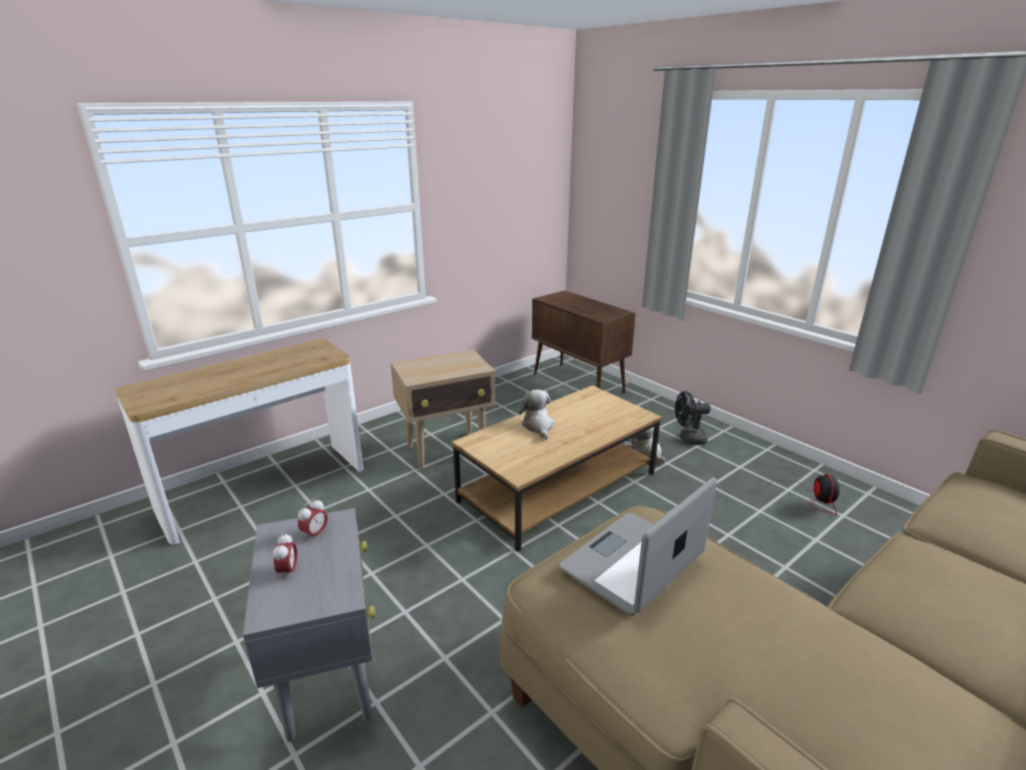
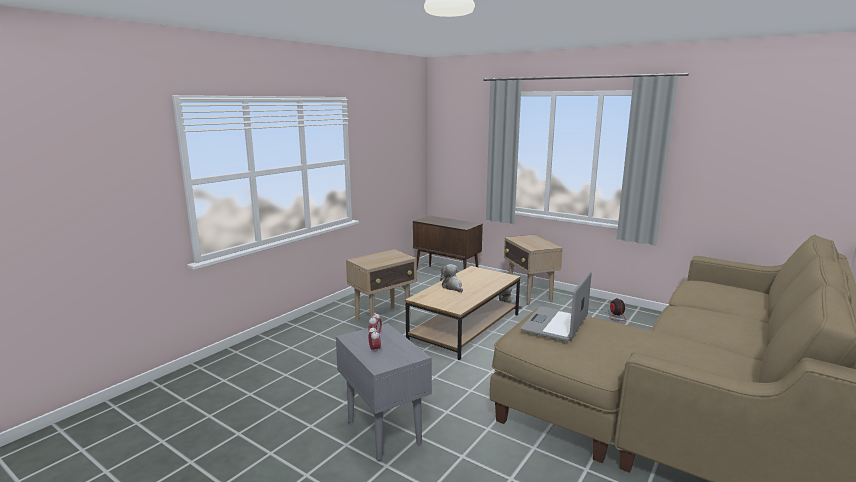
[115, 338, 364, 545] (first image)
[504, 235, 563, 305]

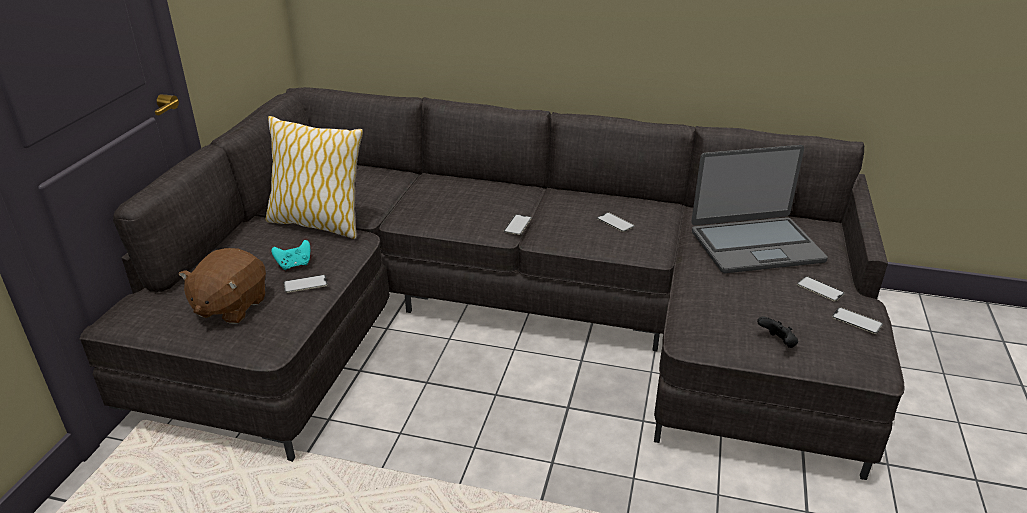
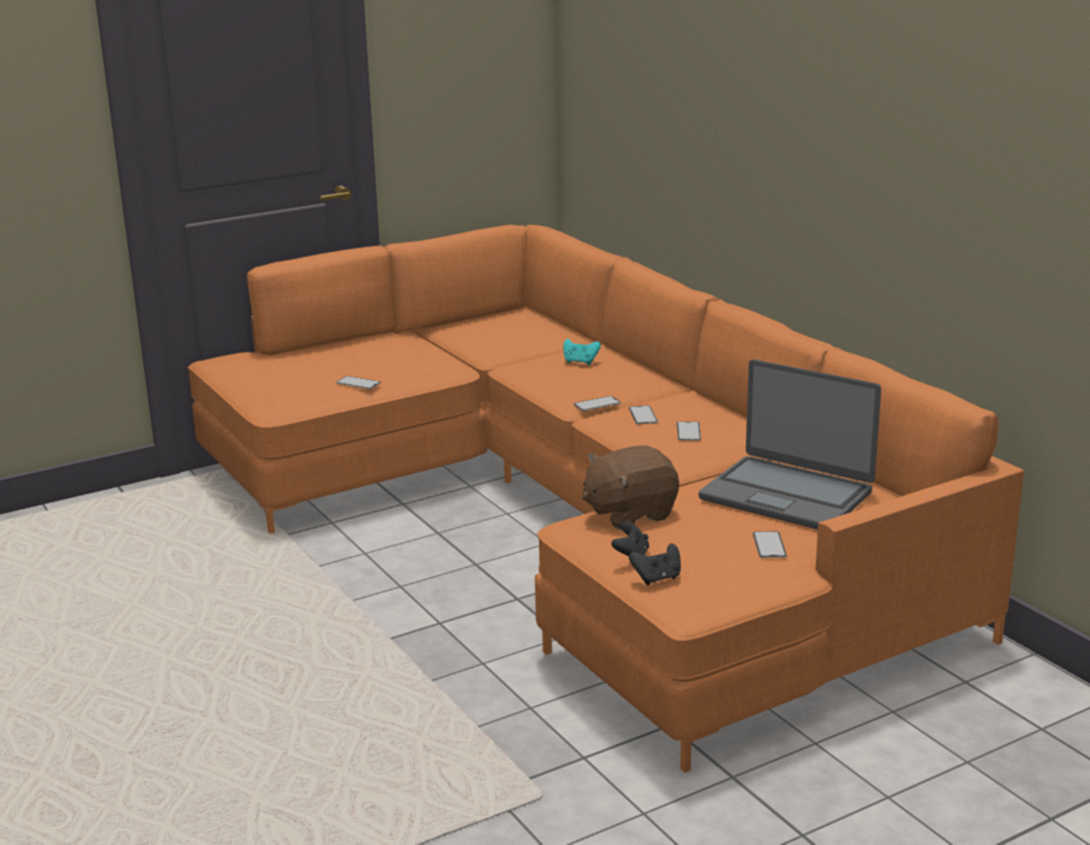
[188, 224, 1024, 772]
[582, 445, 679, 530]
[265, 116, 363, 239] (first image)
[563, 339, 601, 365]
[629, 405, 658, 424]
[629, 543, 681, 585]

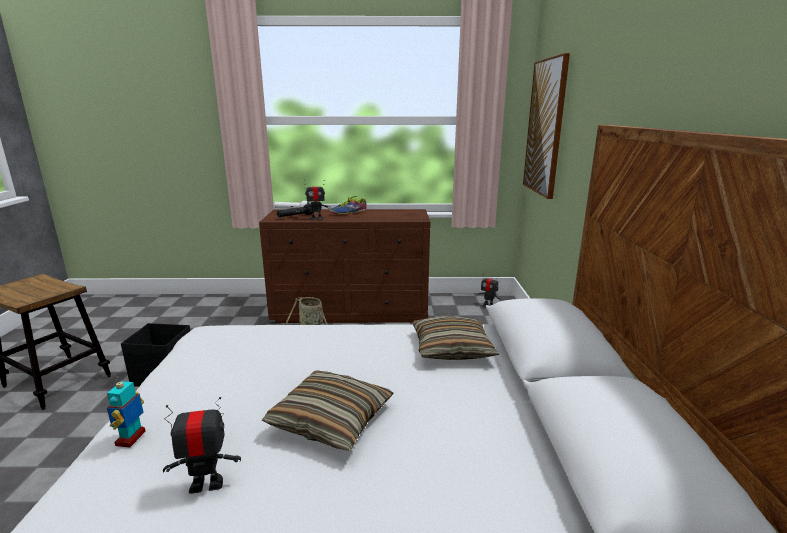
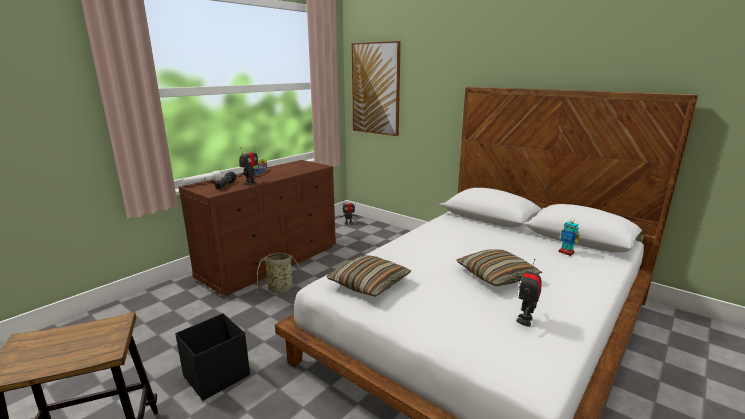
[559, 219, 580, 256]
[326, 255, 411, 297]

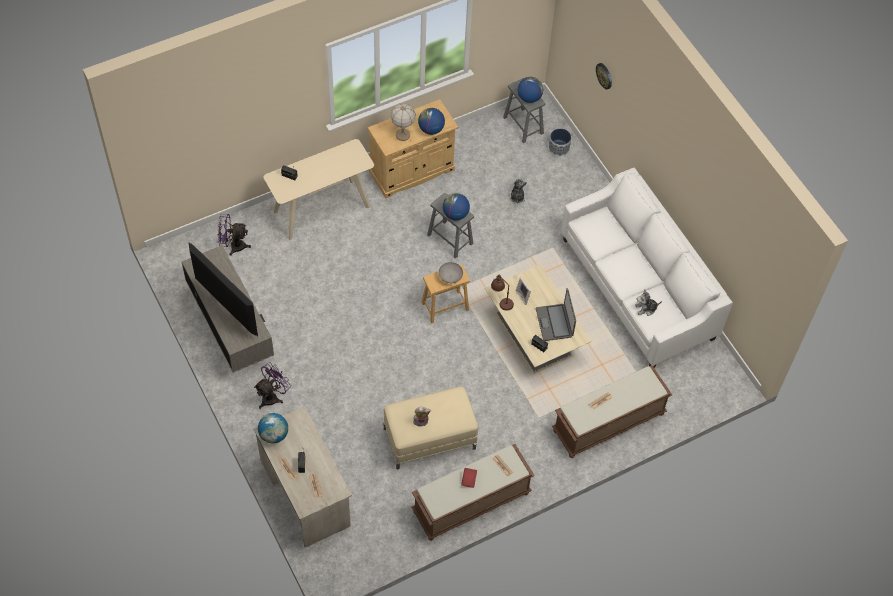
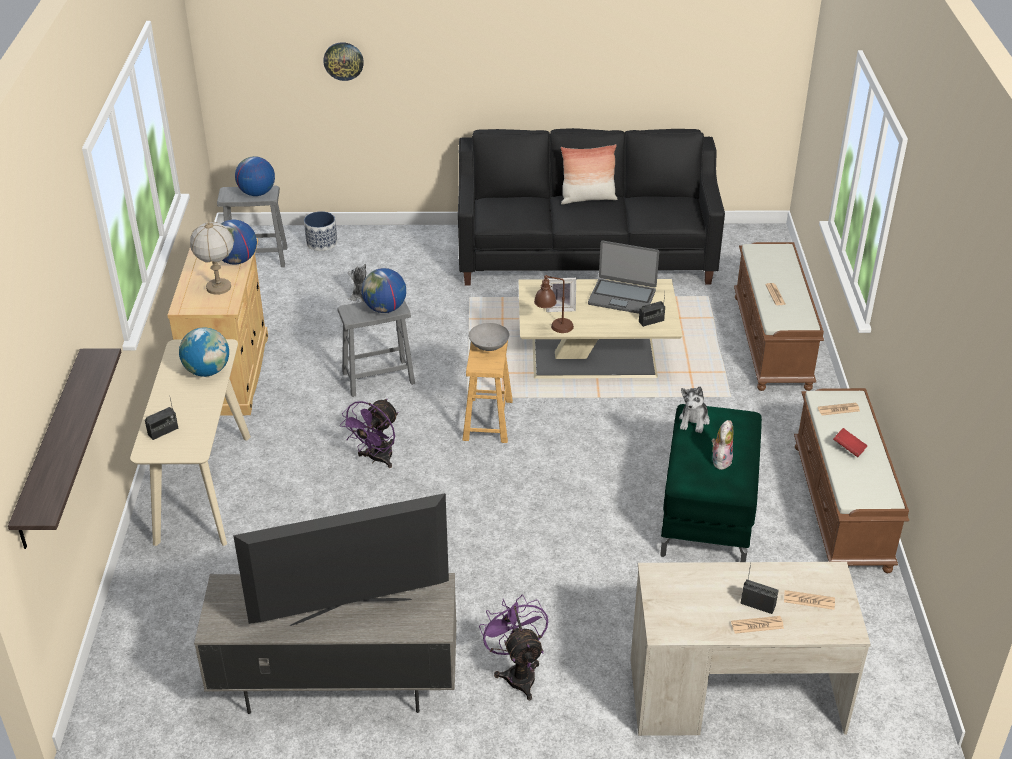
[340, 399, 399, 468]
[179, 327, 229, 377]
[660, 404, 762, 562]
[458, 128, 725, 286]
[679, 386, 710, 433]
[8, 348, 121, 549]
[561, 144, 618, 205]

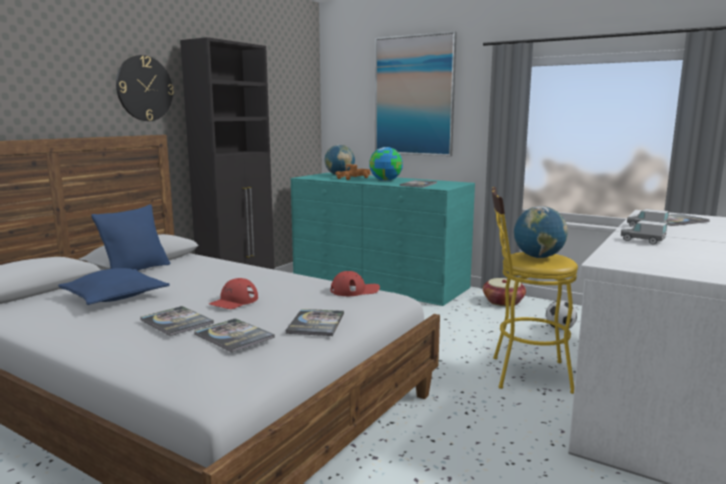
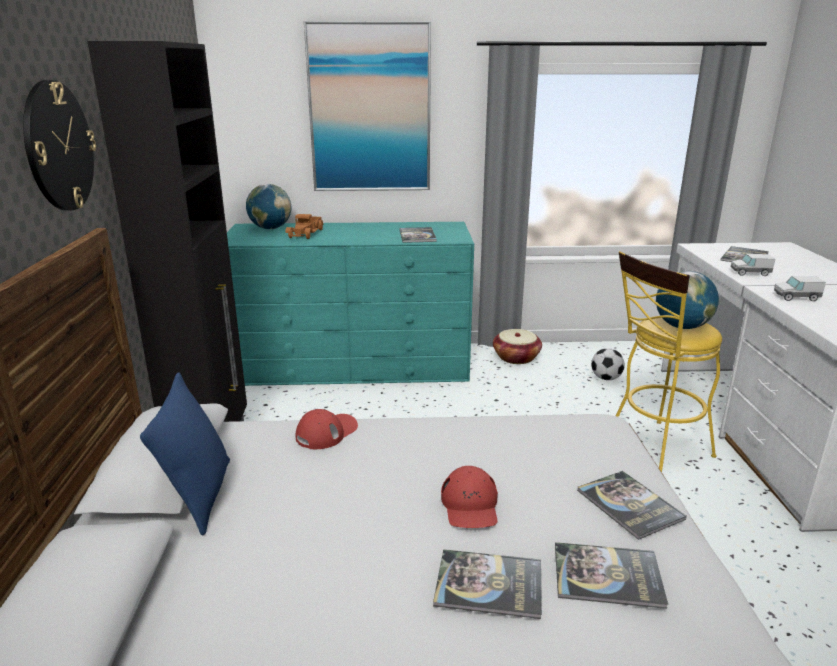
[58, 268, 170, 305] (first image)
[296, 409, 358, 449]
[370, 147, 403, 181] (first image)

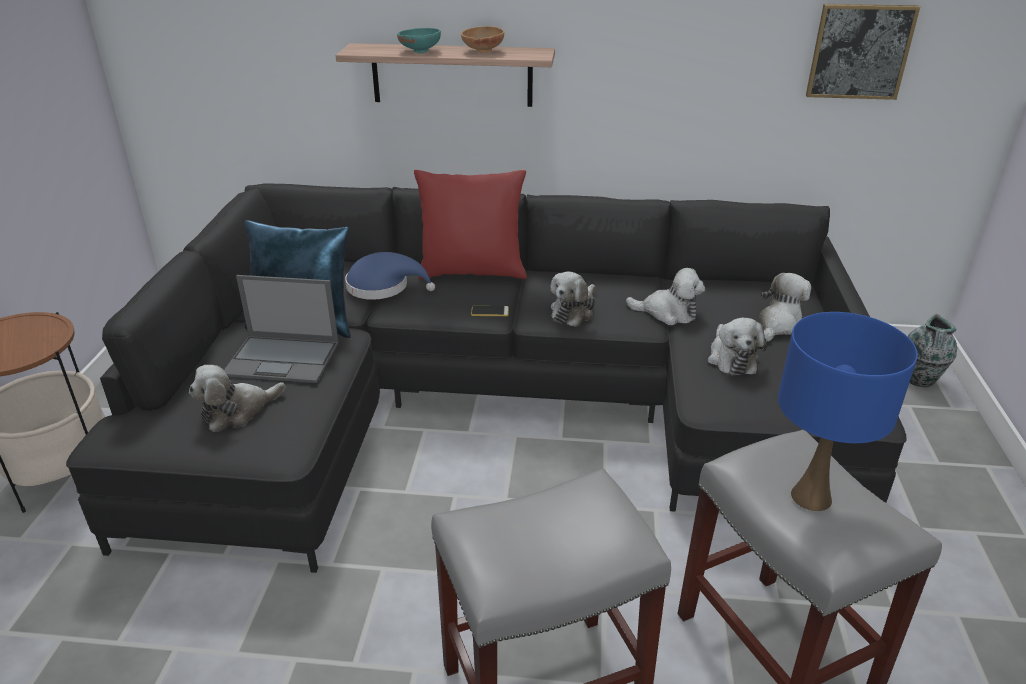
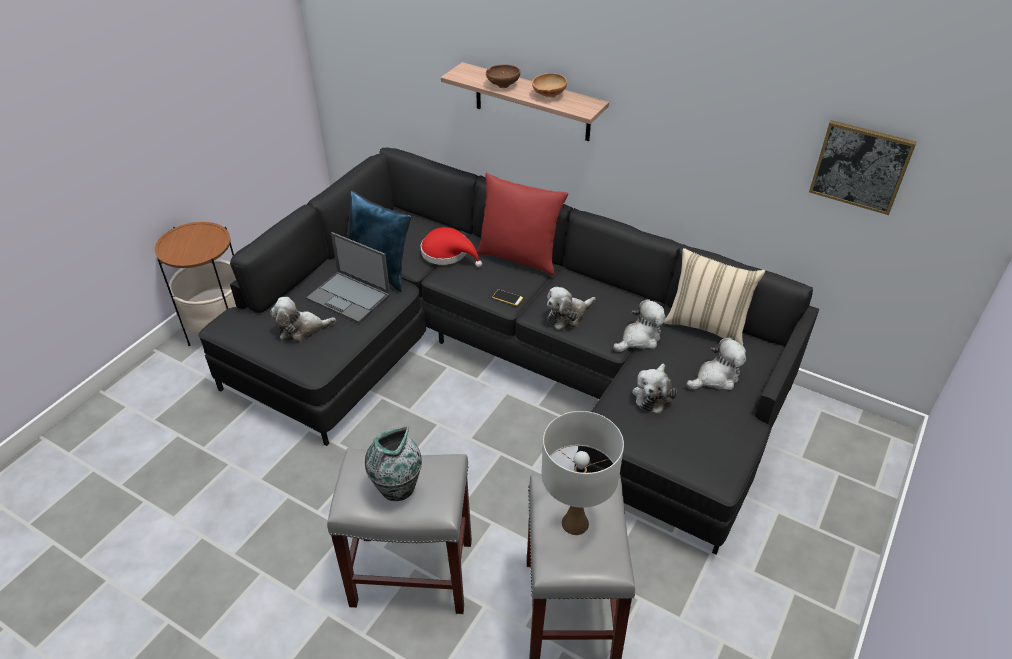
[421, 227, 482, 267]
[486, 64, 520, 88]
[613, 299, 666, 352]
[542, 411, 624, 535]
[365, 426, 422, 501]
[664, 248, 765, 346]

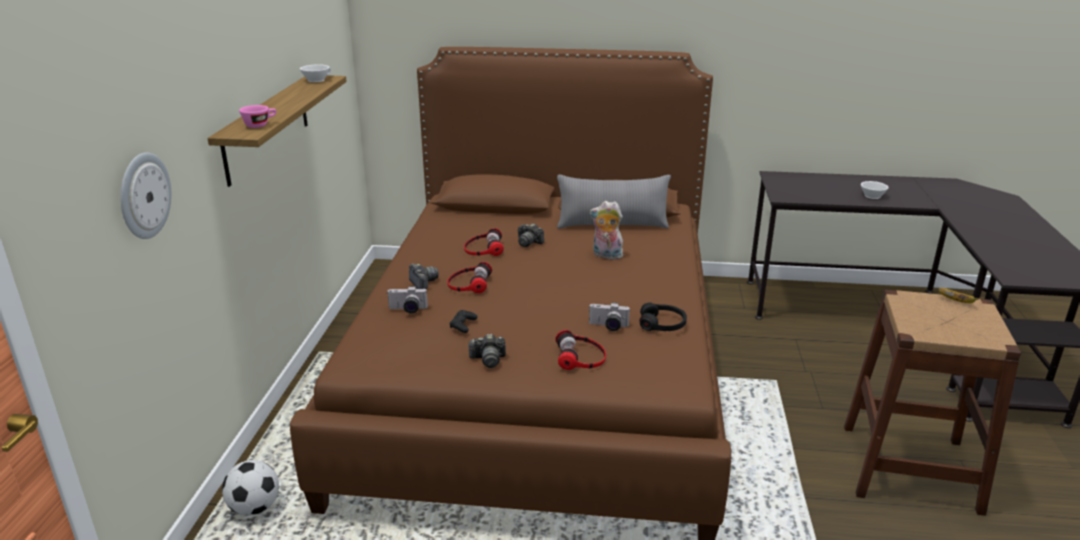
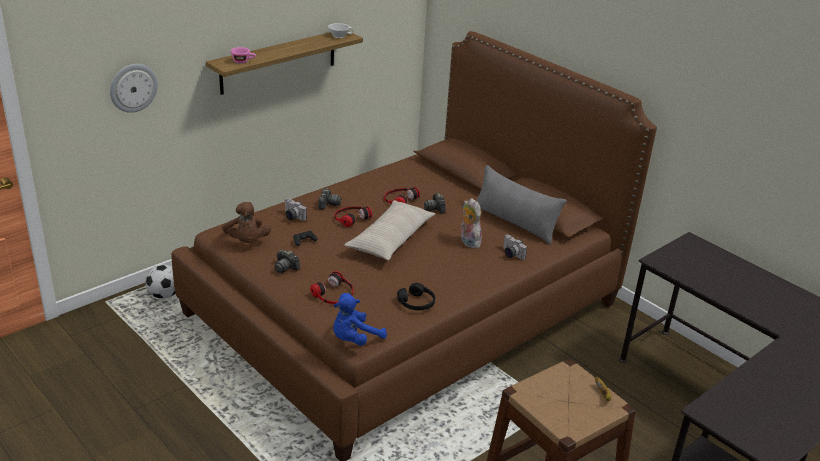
[503, 234, 527, 260]
[861, 181, 888, 199] (first image)
[222, 202, 271, 243]
[333, 293, 387, 346]
[344, 200, 435, 260]

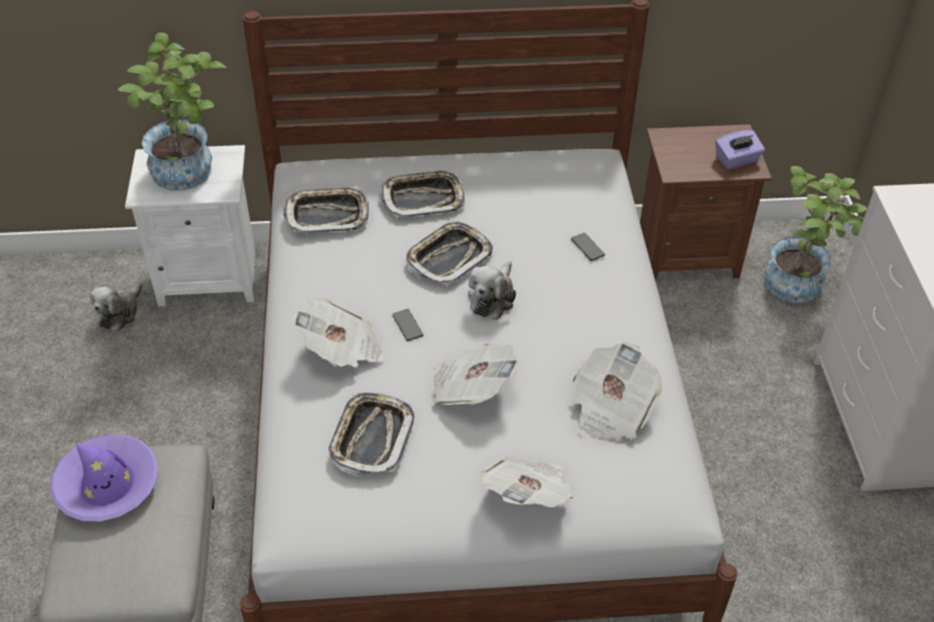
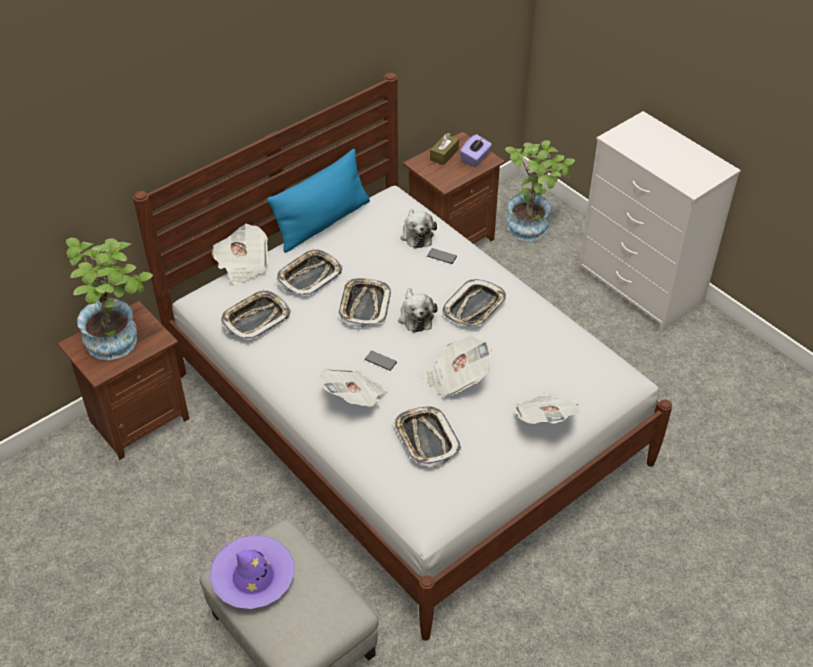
[401, 209, 437, 248]
[58, 301, 189, 460]
[212, 223, 268, 285]
[267, 149, 370, 253]
[430, 133, 459, 165]
[443, 279, 506, 326]

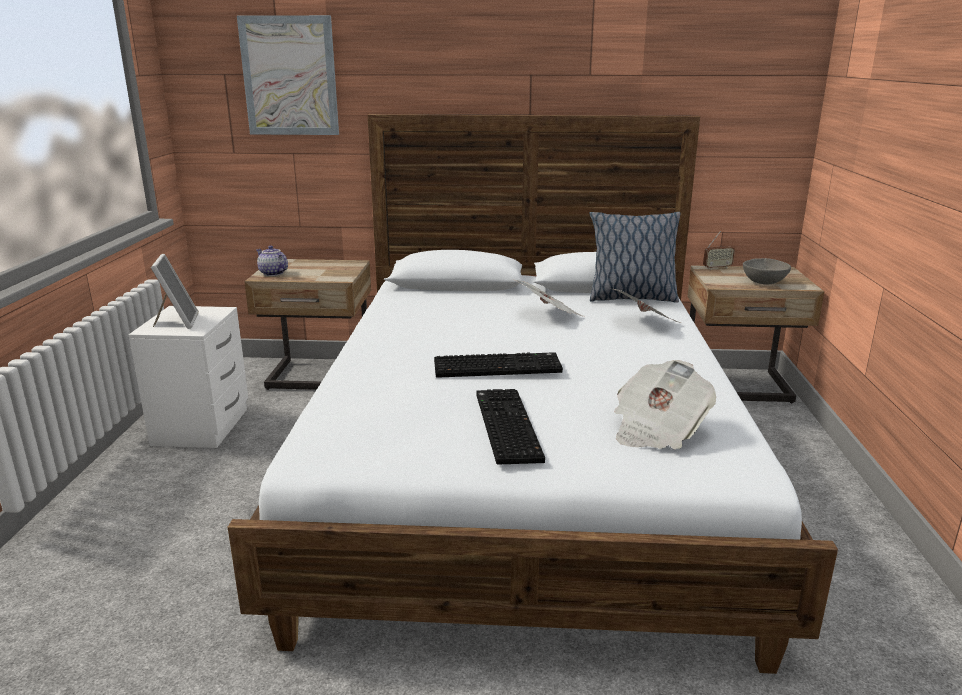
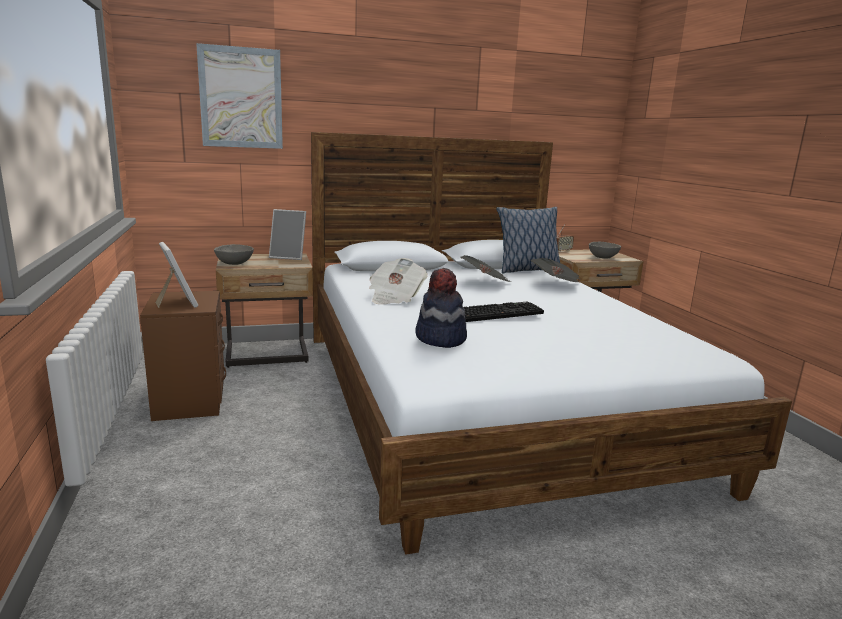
[140, 291, 226, 421]
[214, 244, 254, 265]
[476, 389, 545, 464] (first image)
[369, 258, 427, 305]
[269, 209, 306, 260]
[415, 268, 467, 348]

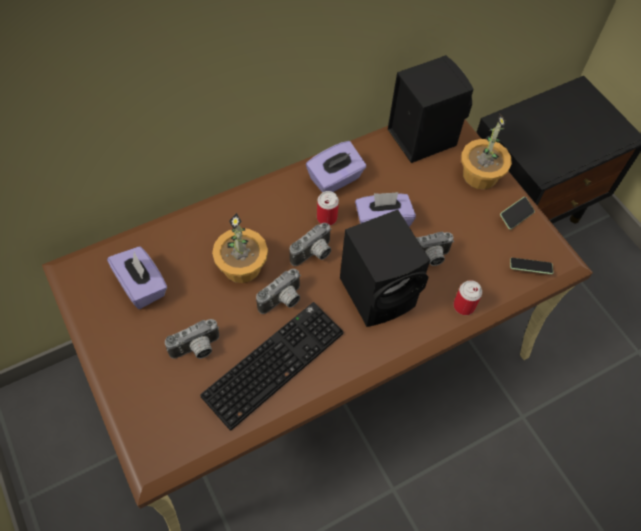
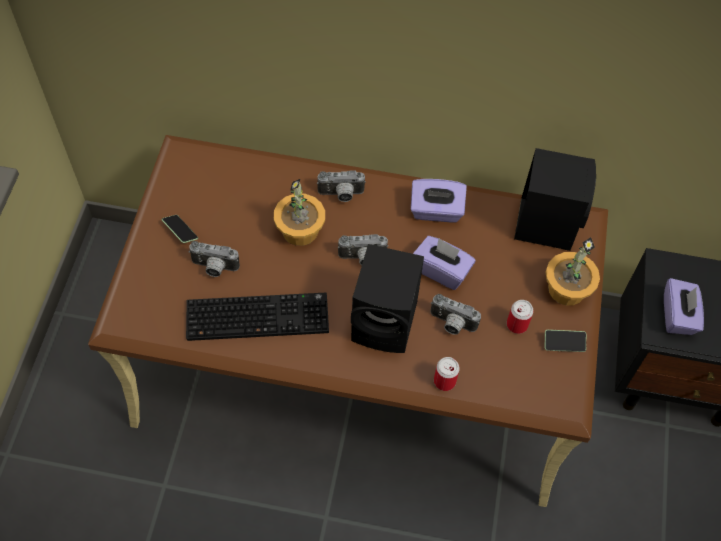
[664, 278, 704, 335]
[317, 171, 366, 202]
[507, 300, 533, 334]
[162, 215, 198, 243]

